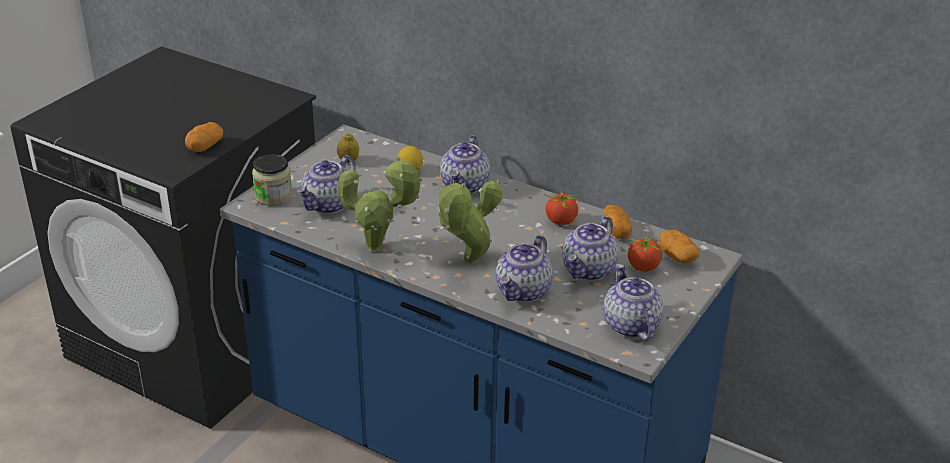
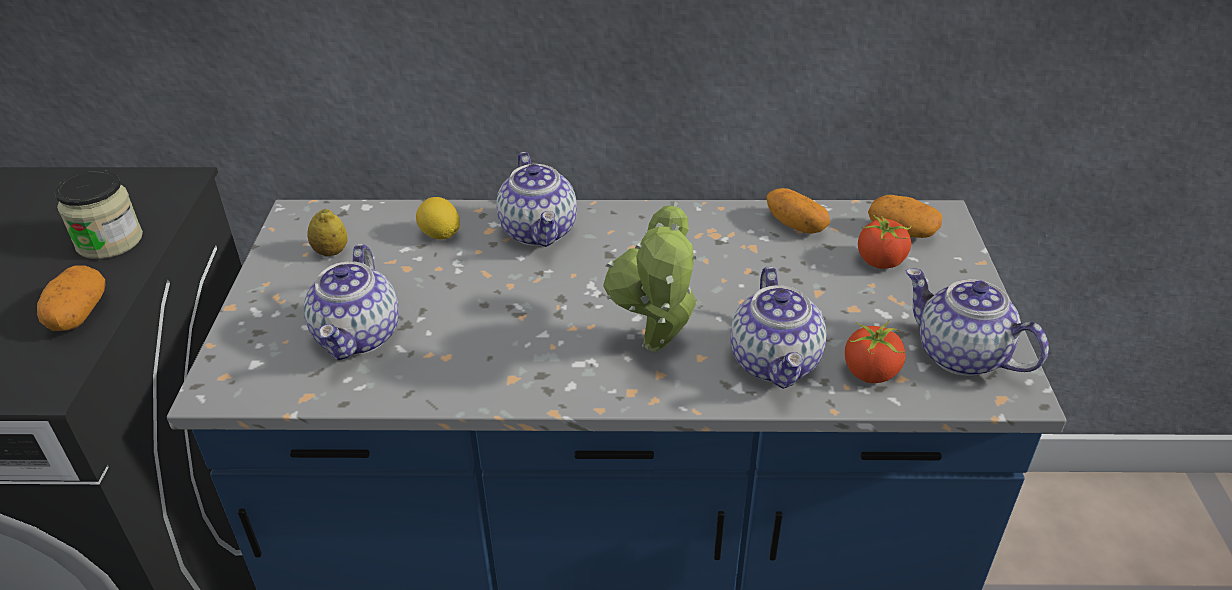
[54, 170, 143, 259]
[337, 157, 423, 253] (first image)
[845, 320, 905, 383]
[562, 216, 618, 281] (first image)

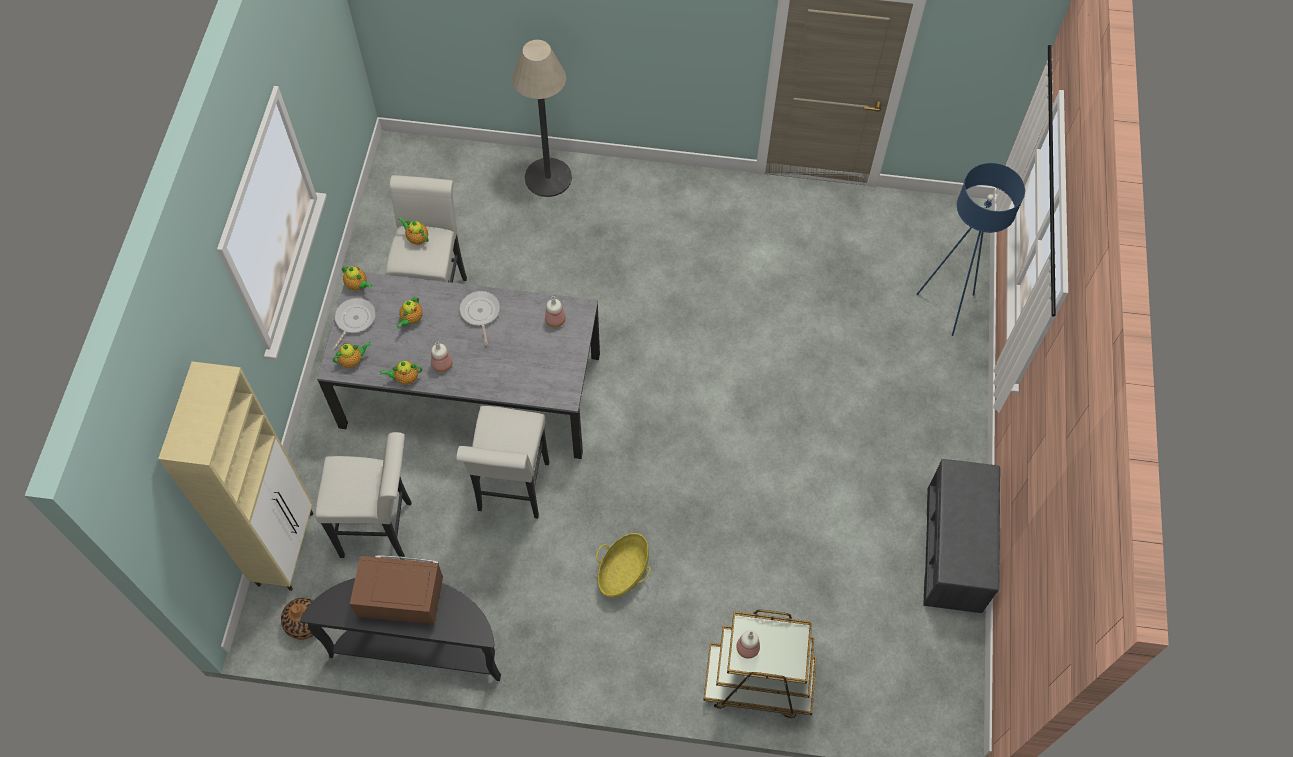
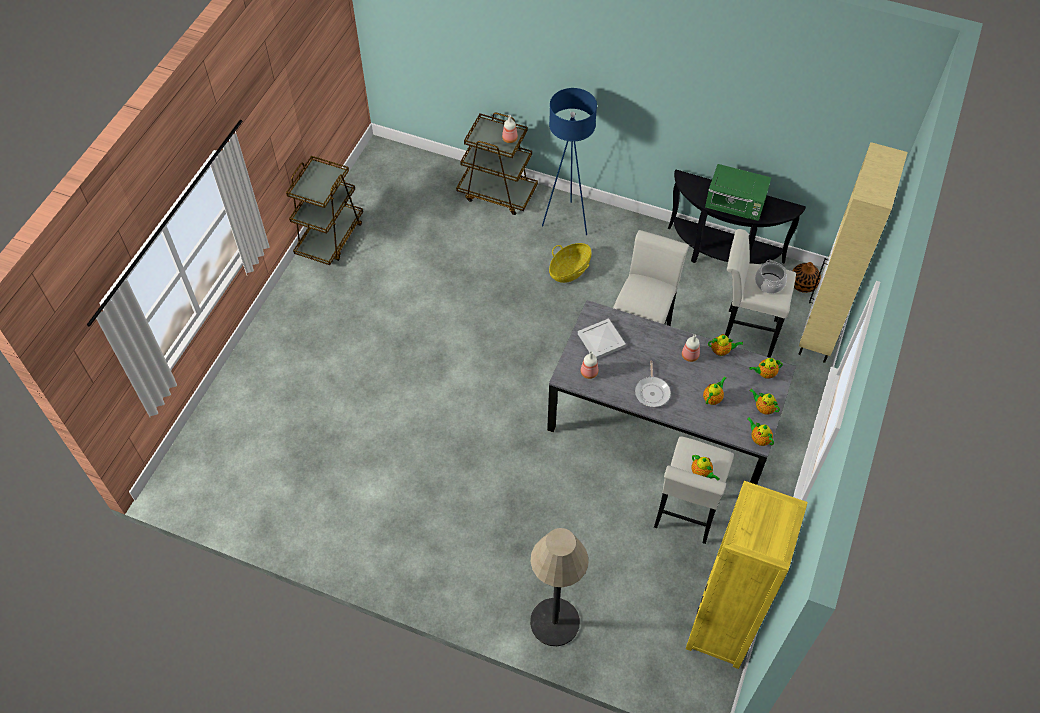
[749, 389, 780, 415]
[705, 164, 771, 221]
[542, 88, 597, 235]
[286, 156, 363, 265]
[578, 318, 626, 359]
[686, 481, 808, 669]
[755, 260, 787, 293]

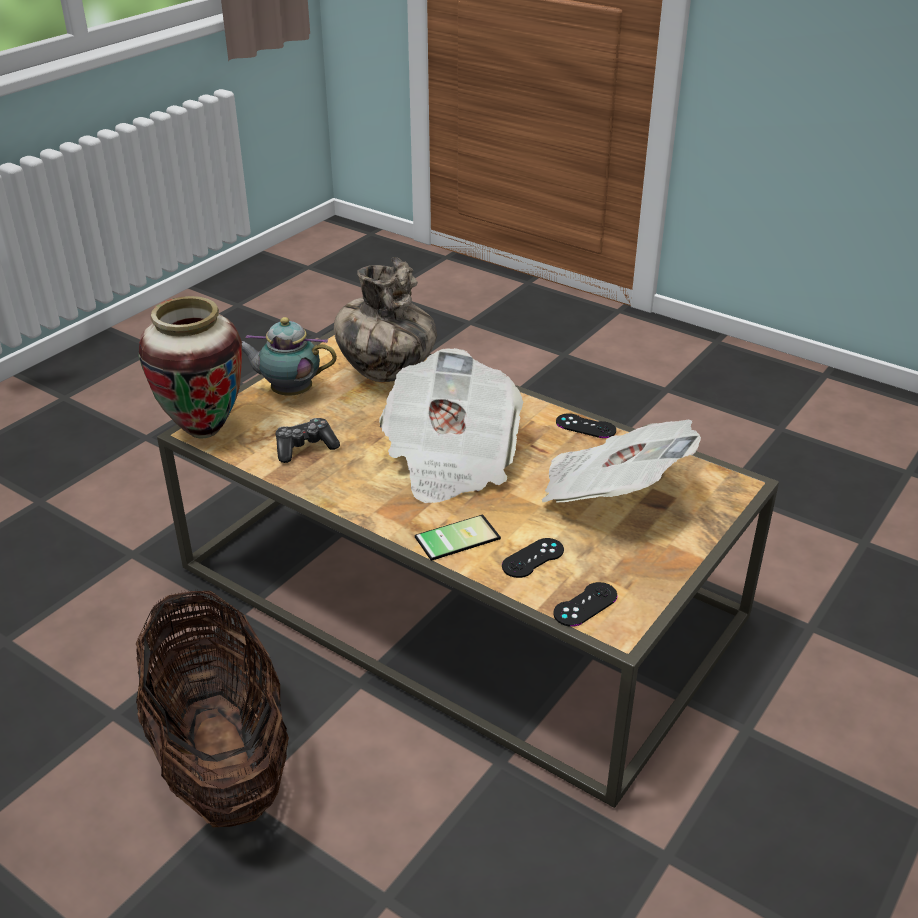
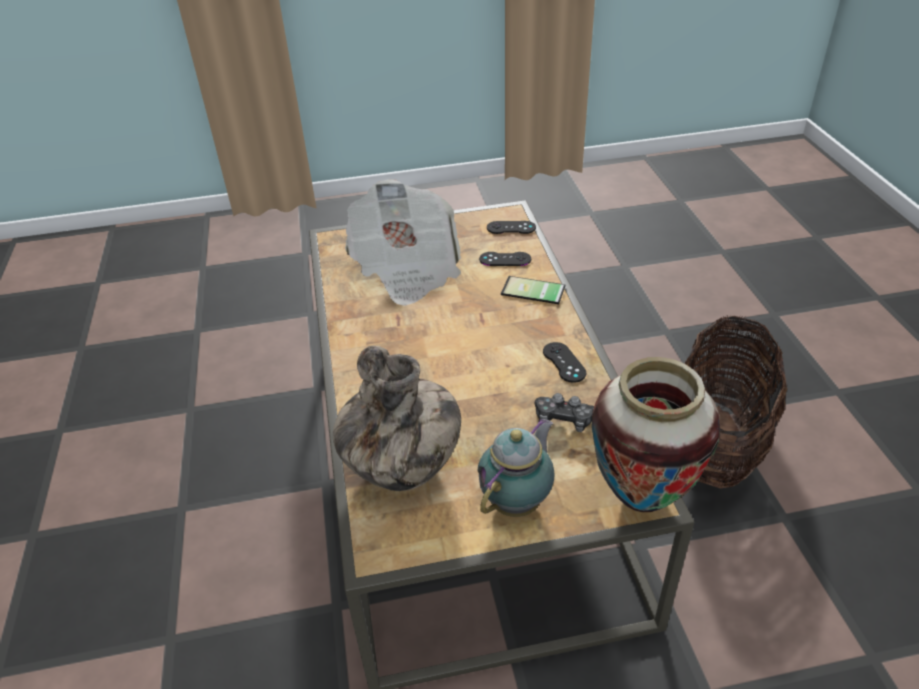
[477, 418, 554, 517]
[379, 348, 523, 503] (first image)
[543, 342, 586, 383]

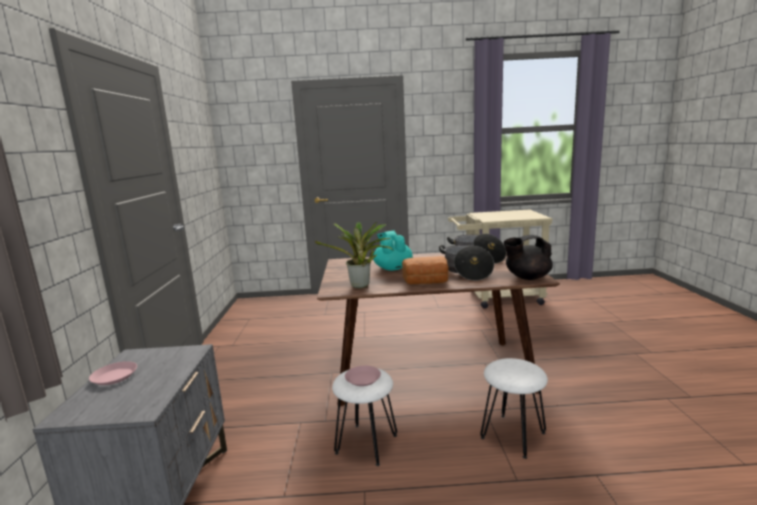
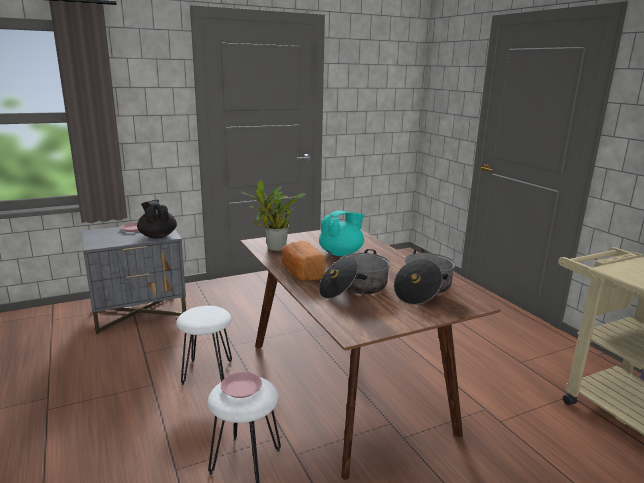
[221, 372, 262, 398]
[137, 200, 177, 239]

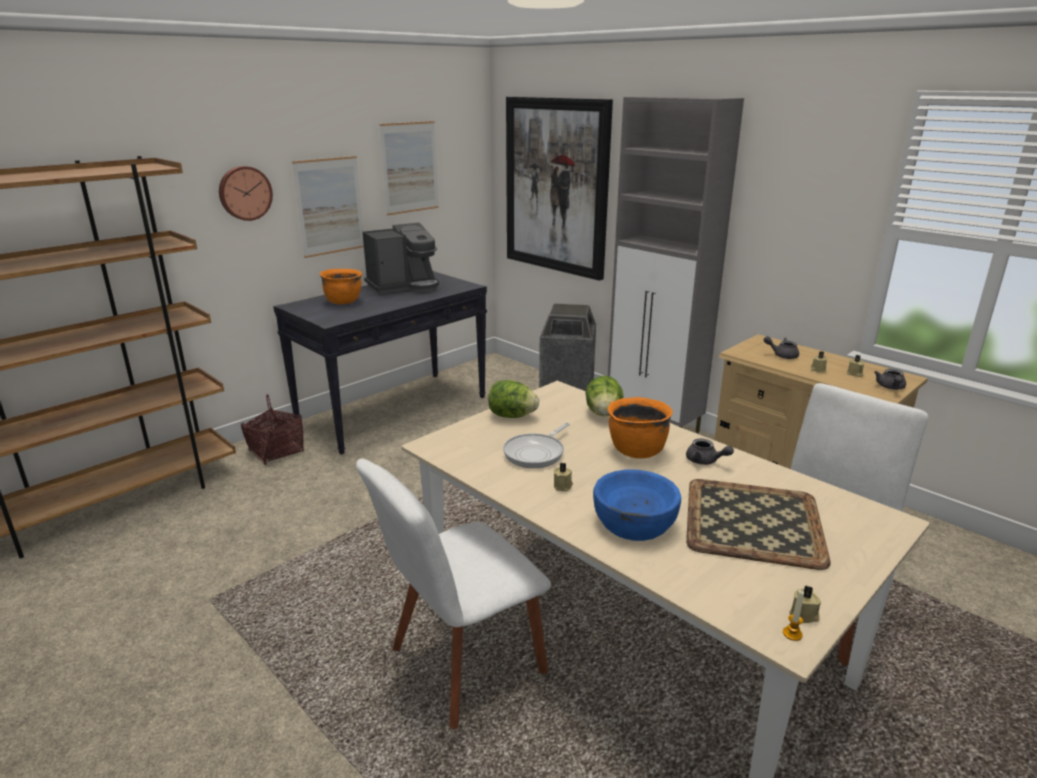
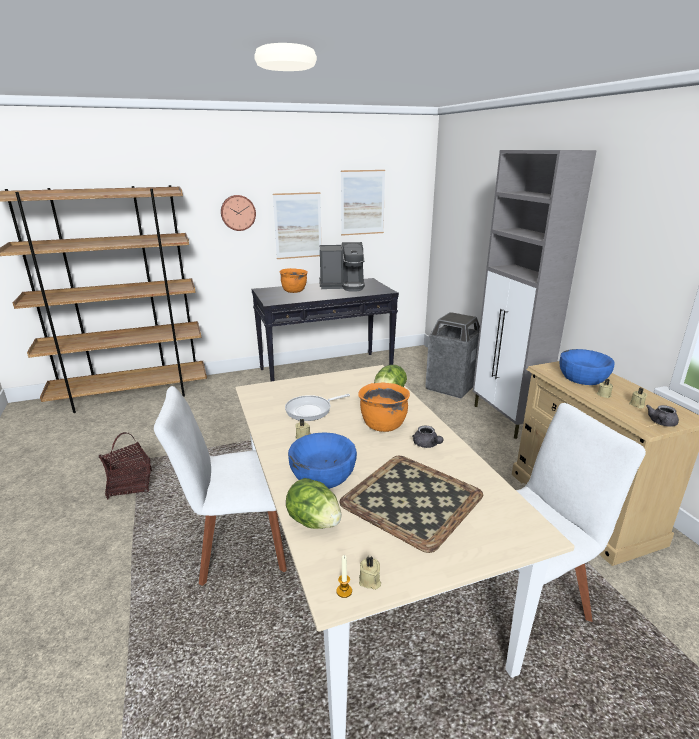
[99, 432, 152, 500]
[286, 478, 341, 529]
[506, 97, 613, 281] (first image)
[559, 349, 614, 385]

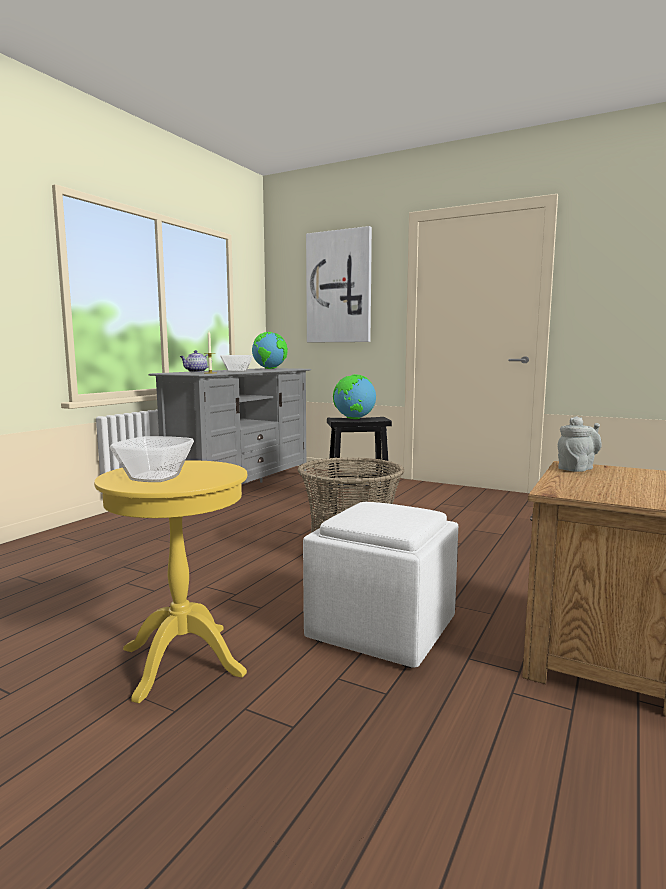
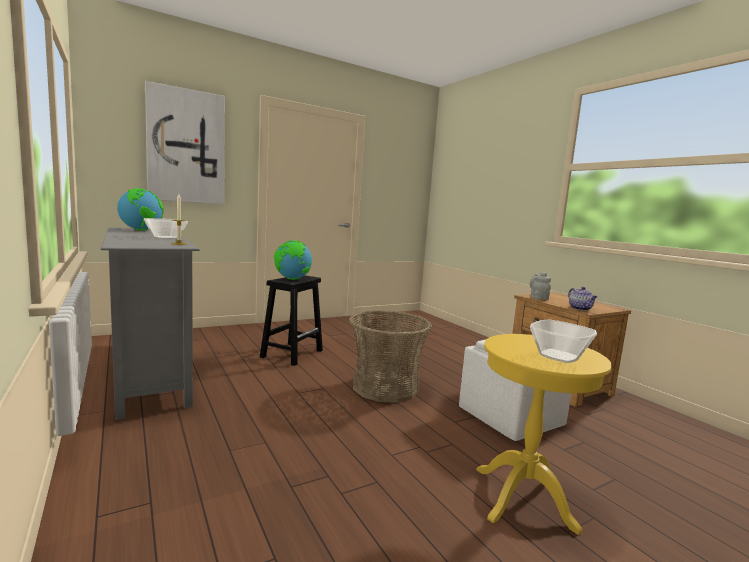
[568, 287, 597, 311]

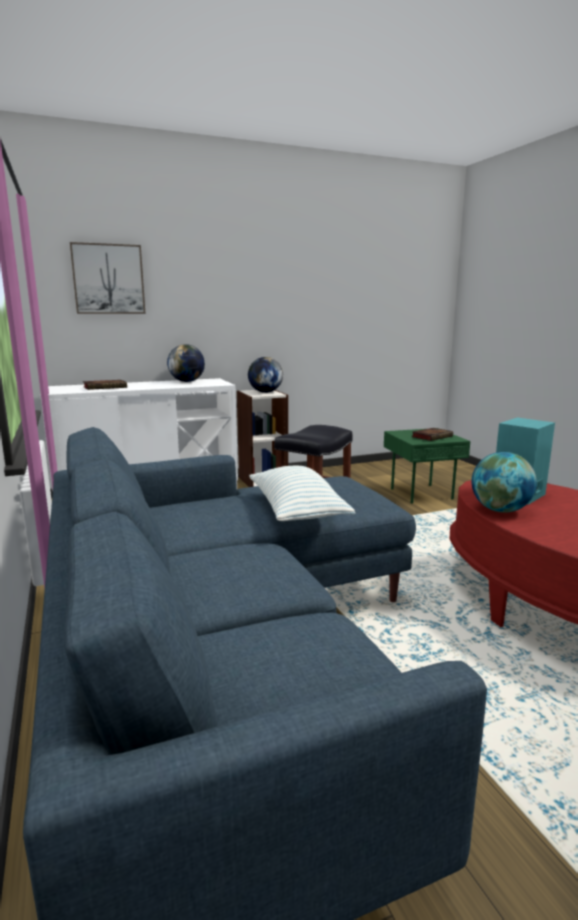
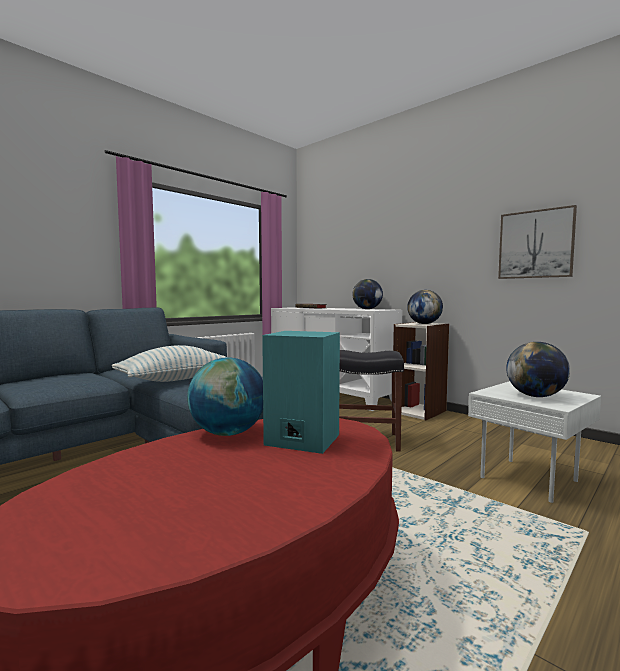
[498, 205, 577, 279]
[468, 381, 601, 503]
[506, 342, 570, 397]

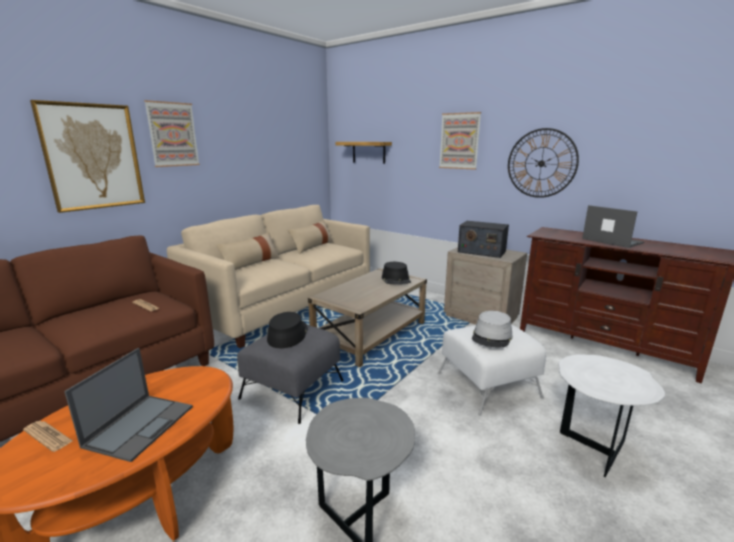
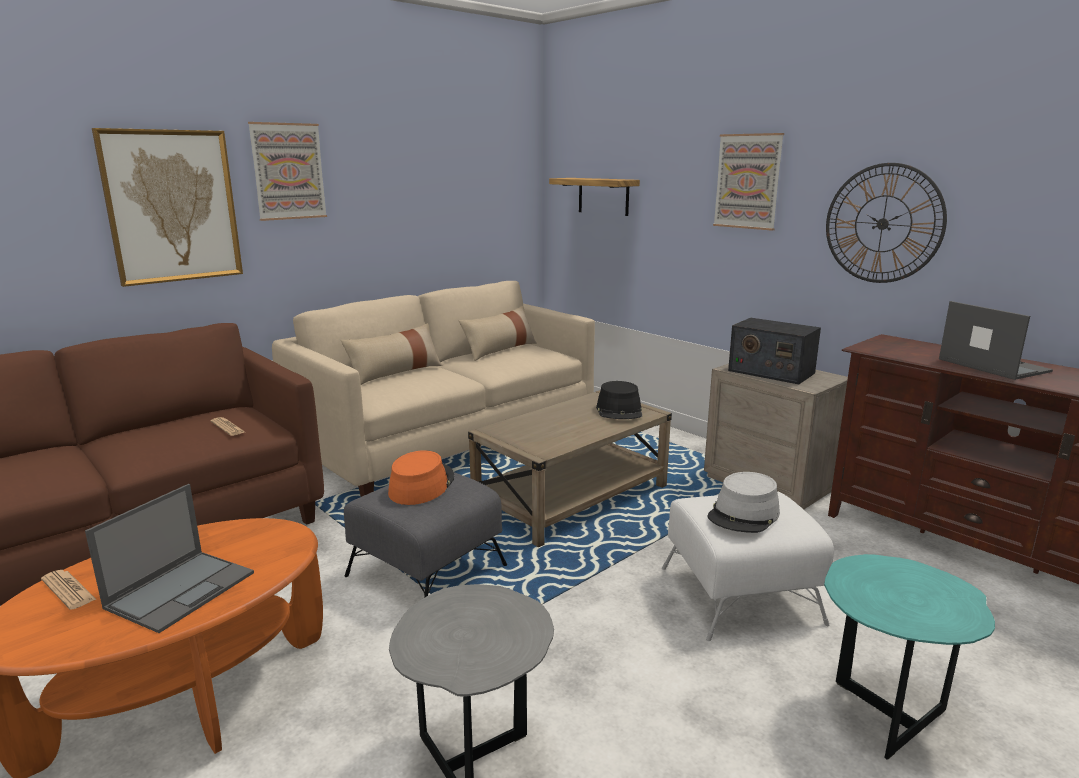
[388, 450, 454, 505]
[824, 554, 995, 759]

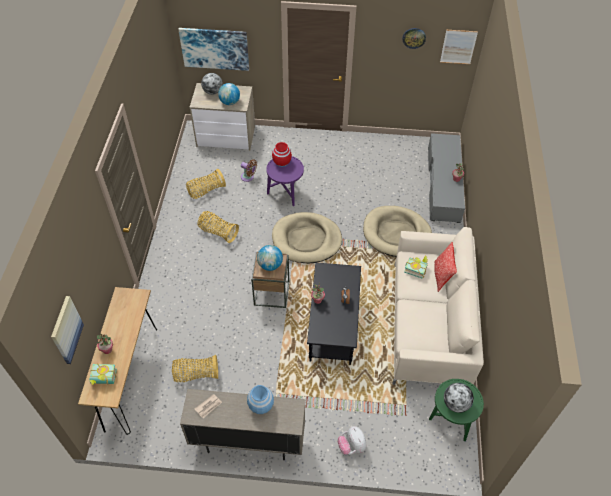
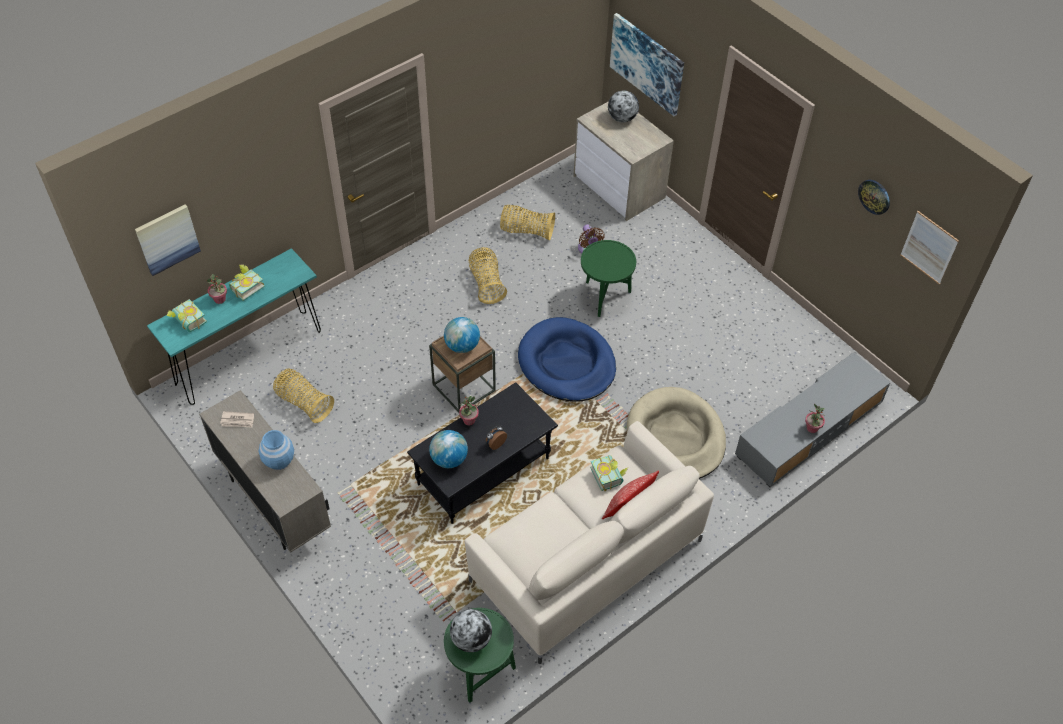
[147, 248, 321, 405]
[429, 430, 468, 468]
[581, 240, 636, 317]
[272, 142, 292, 167] (first image)
[518, 317, 616, 402]
[338, 426, 367, 455] (first image)
[229, 265, 265, 301]

